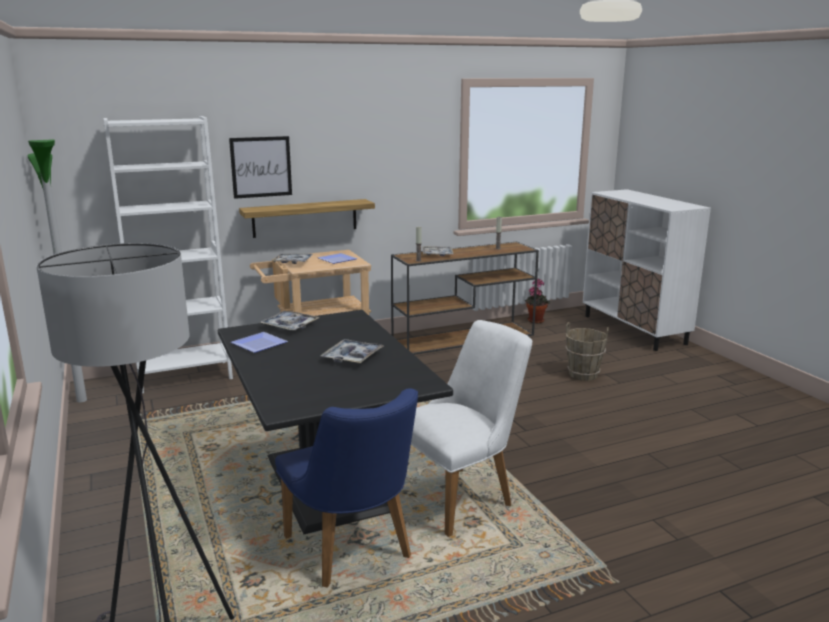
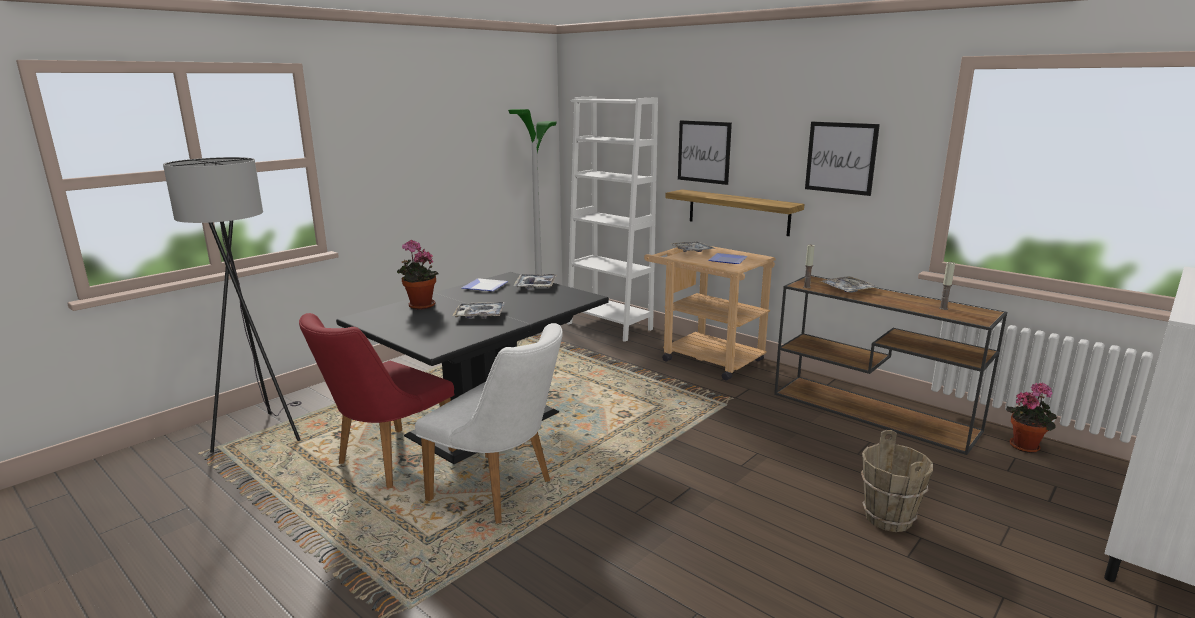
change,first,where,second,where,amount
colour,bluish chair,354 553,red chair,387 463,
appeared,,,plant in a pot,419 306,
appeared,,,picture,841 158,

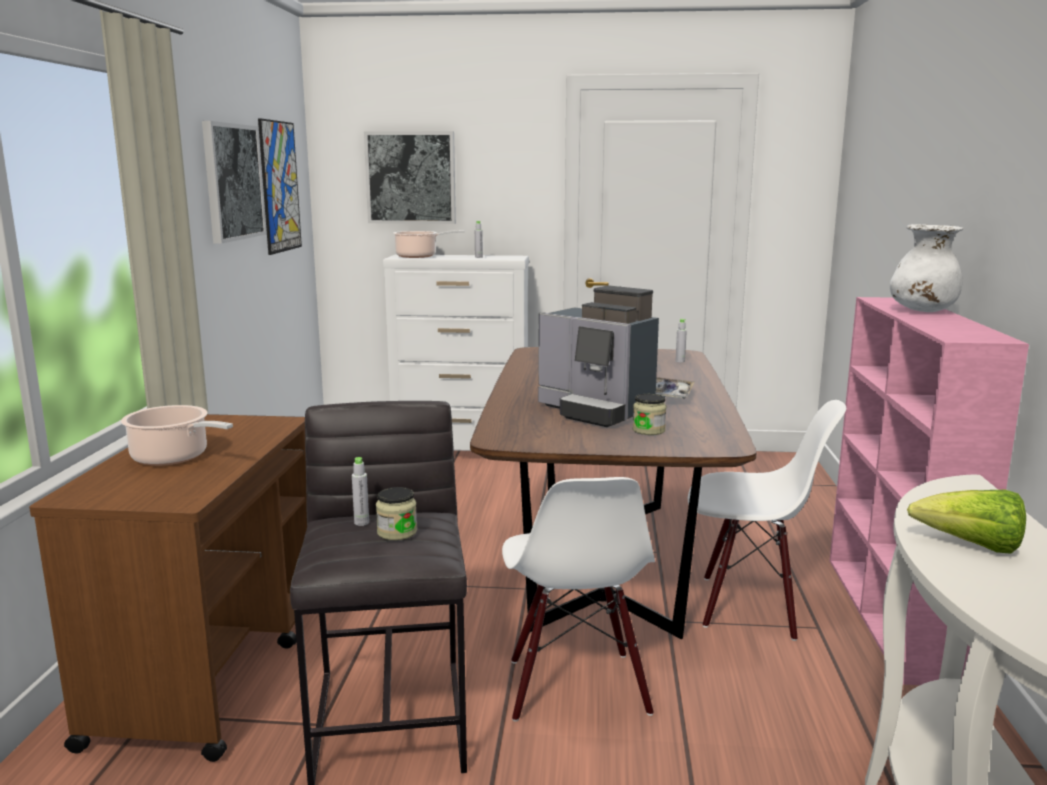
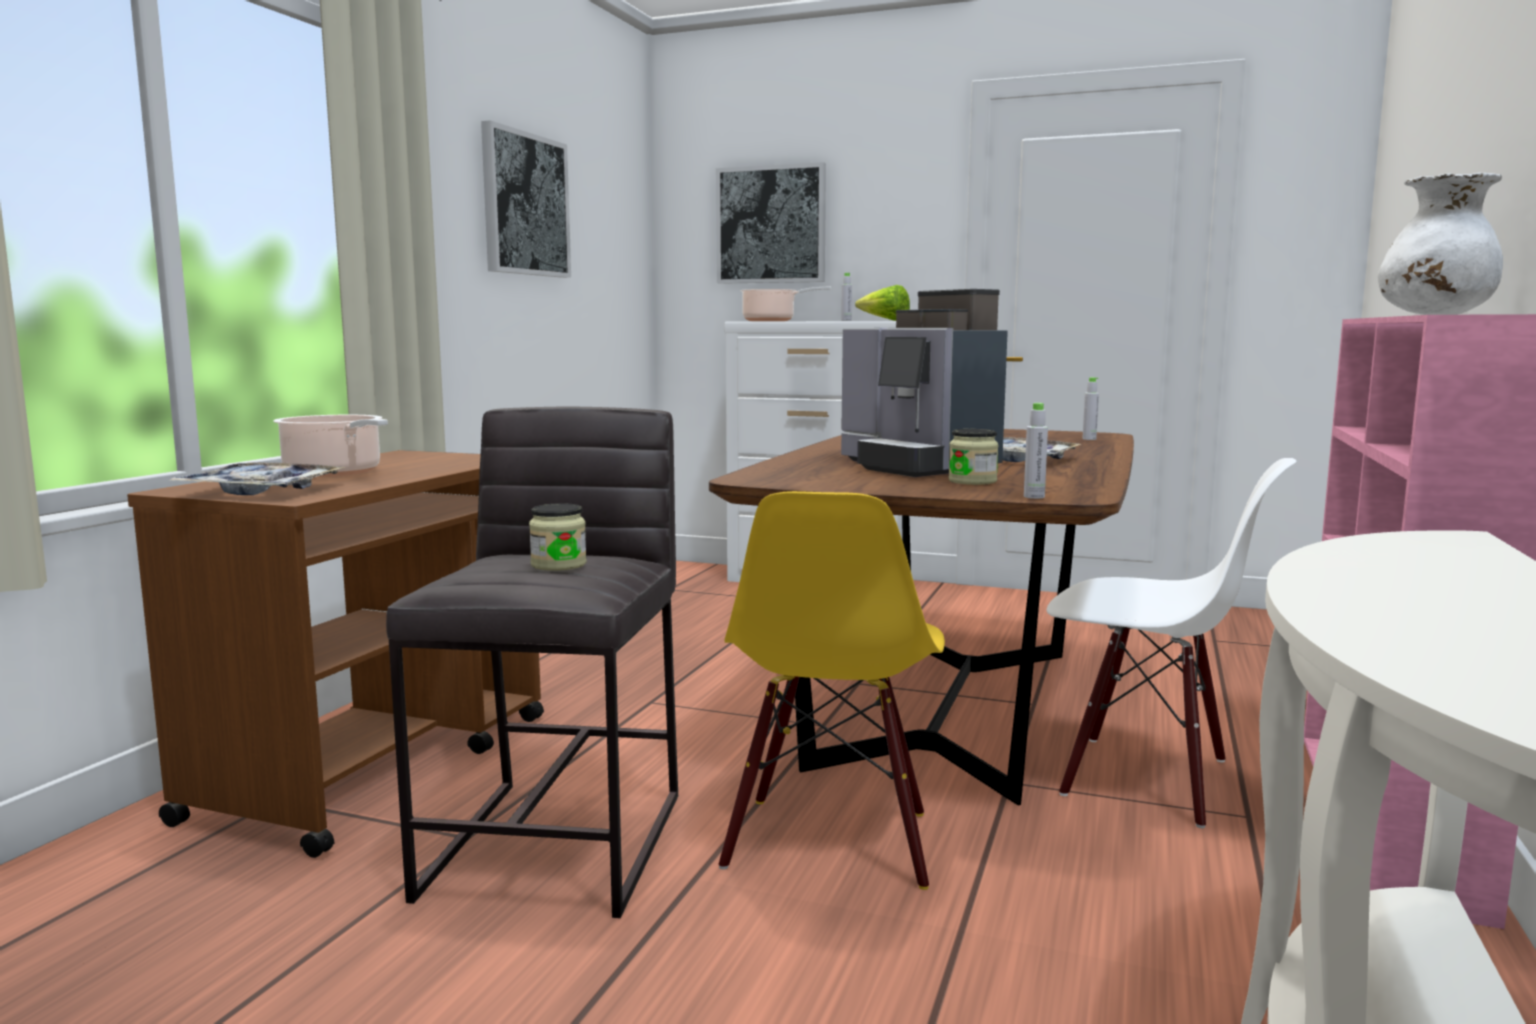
change,first,where,second,where,amount
missing,picture,280 186,,,
relocated,greyish bottle,361 522,,1034 497,
colour,whitish chair,576 687,yellowish chair,830 841,
relocated,lettuce head,971 546,,884 320,
appeared,,,tray,261 491,

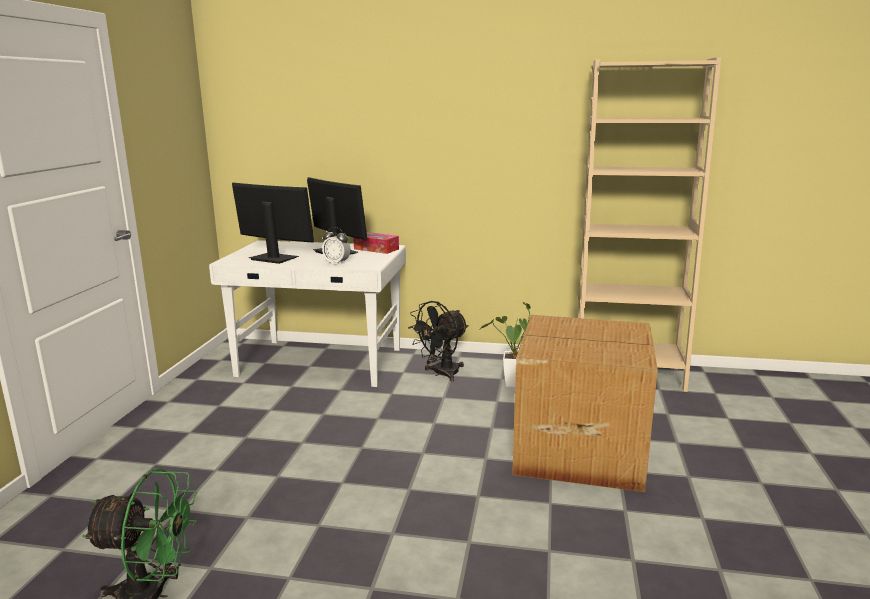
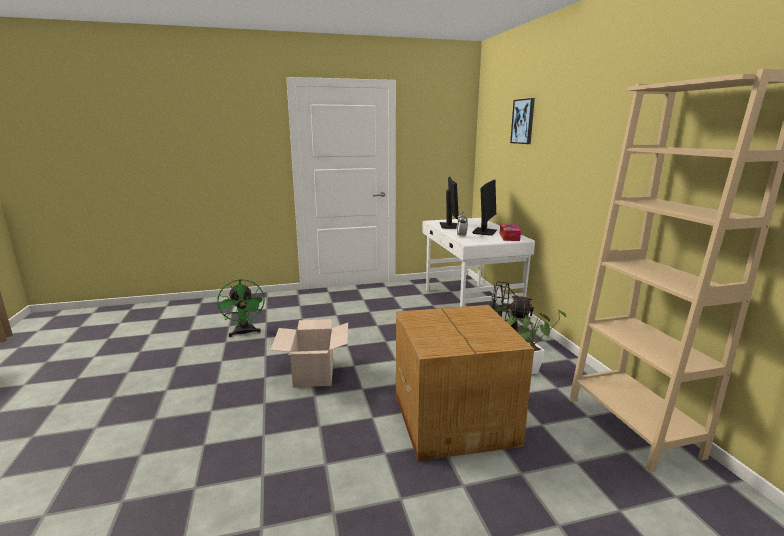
change,first,where,second,where,amount
appeared,,,carton,314 373,
appeared,,,picture,523 121,

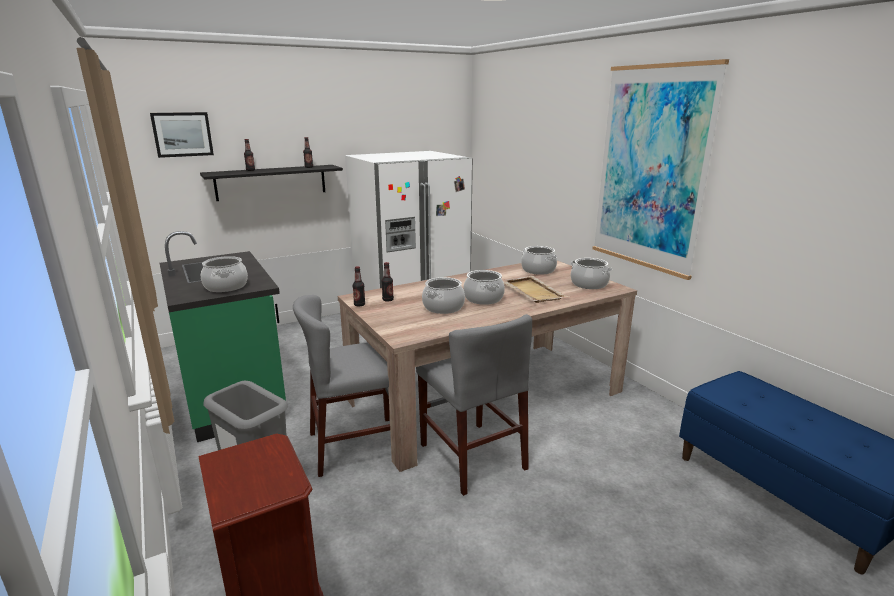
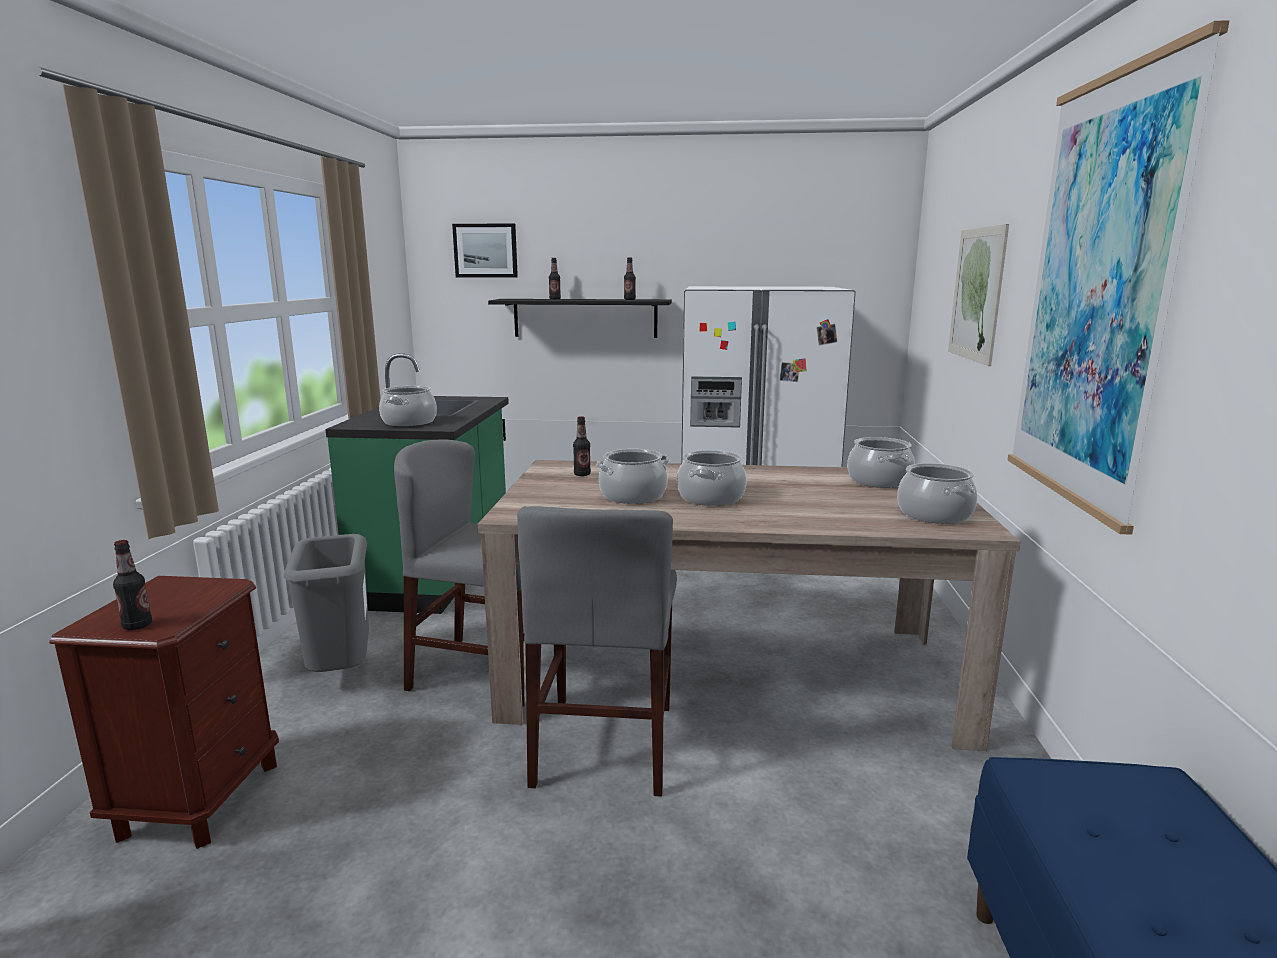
change,first,where,second,where,amount
relocated,bottle,359 305,,137 625,
missing,beige tray,532 291,,,
appeared,,,picture,976 294,

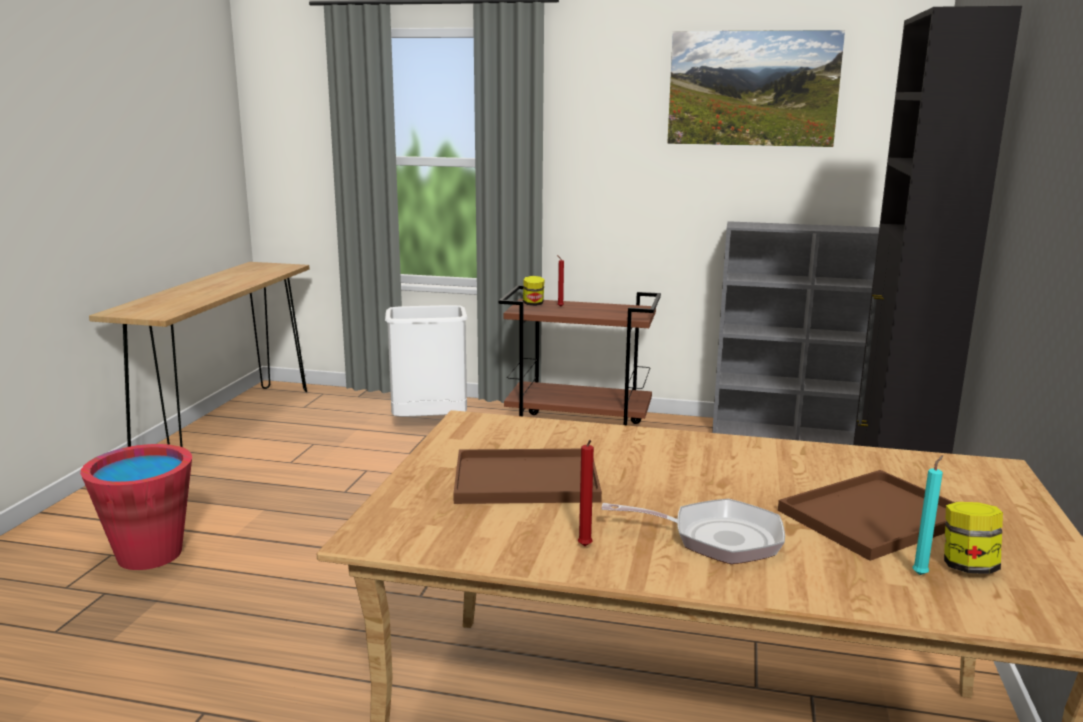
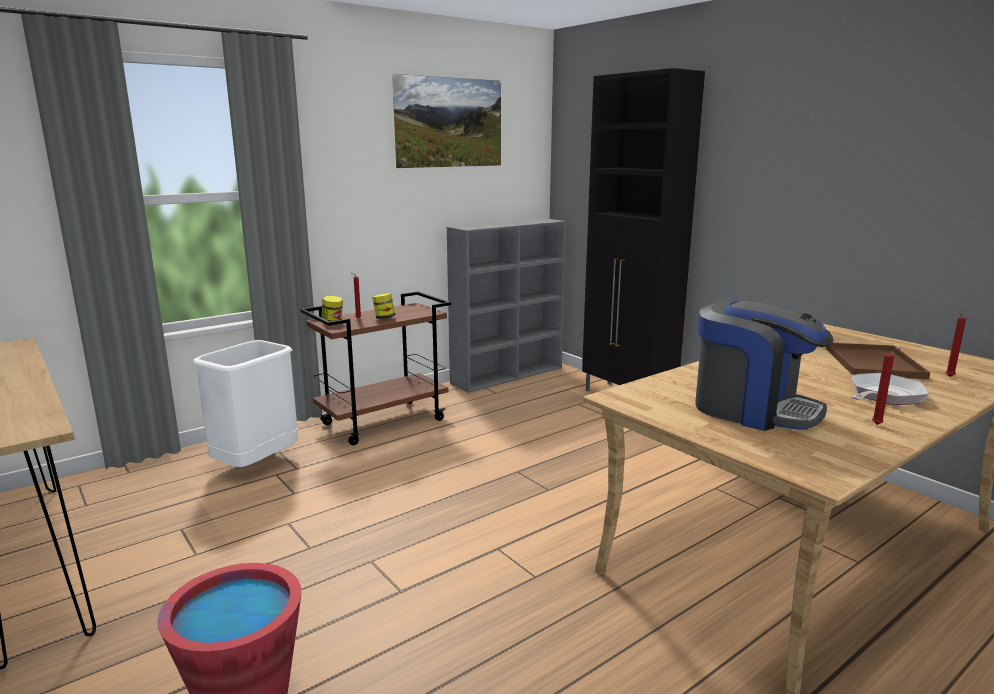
change,first,where,second,where,amount
exchanged,brown tray,529 478,coffee brewer,753 409,
colour,turquoise wax candle,921 574,red wax candle,948 376,
relocated,storage jar,967 567,,384 318,

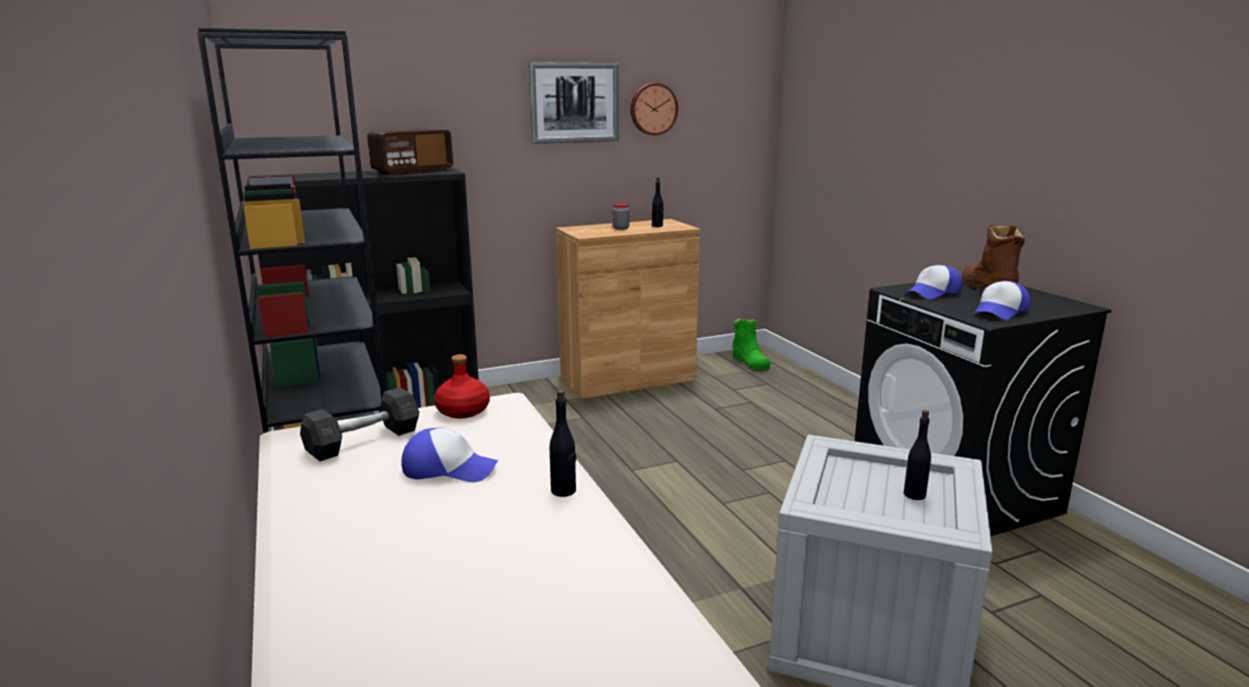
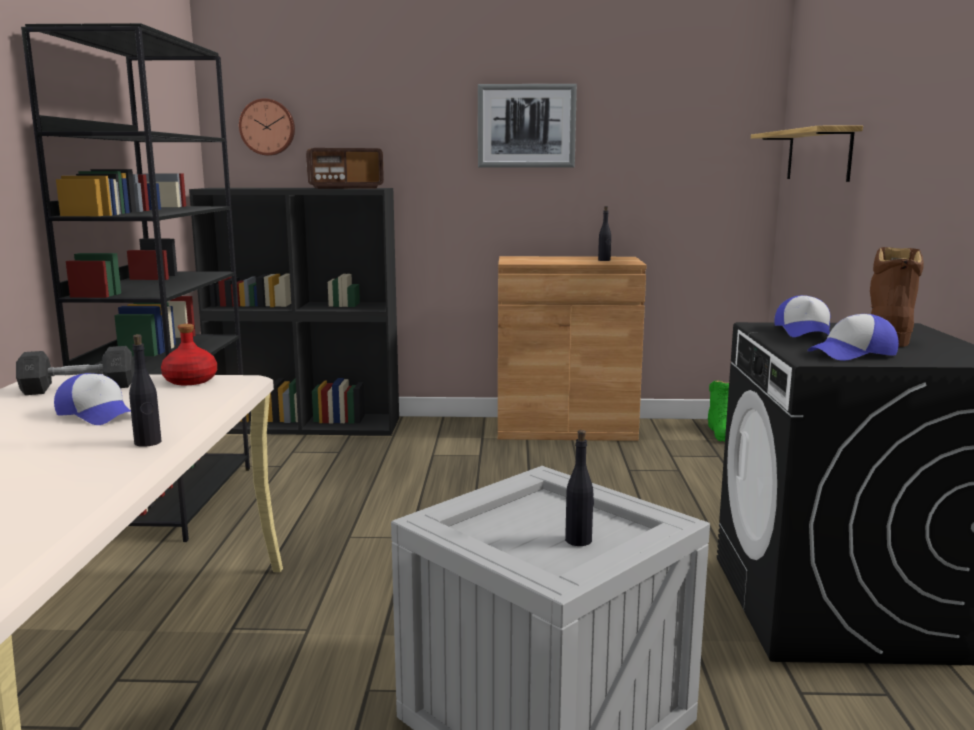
change,first,where,second,where,amount
missing,storage jar,621 228,,,
relocated,wall clock,653 109,,267 127,
spun,peaked cap,933 293,,804 332,75 degrees counterclockwise
appeared,,,wall shelf,818 155,

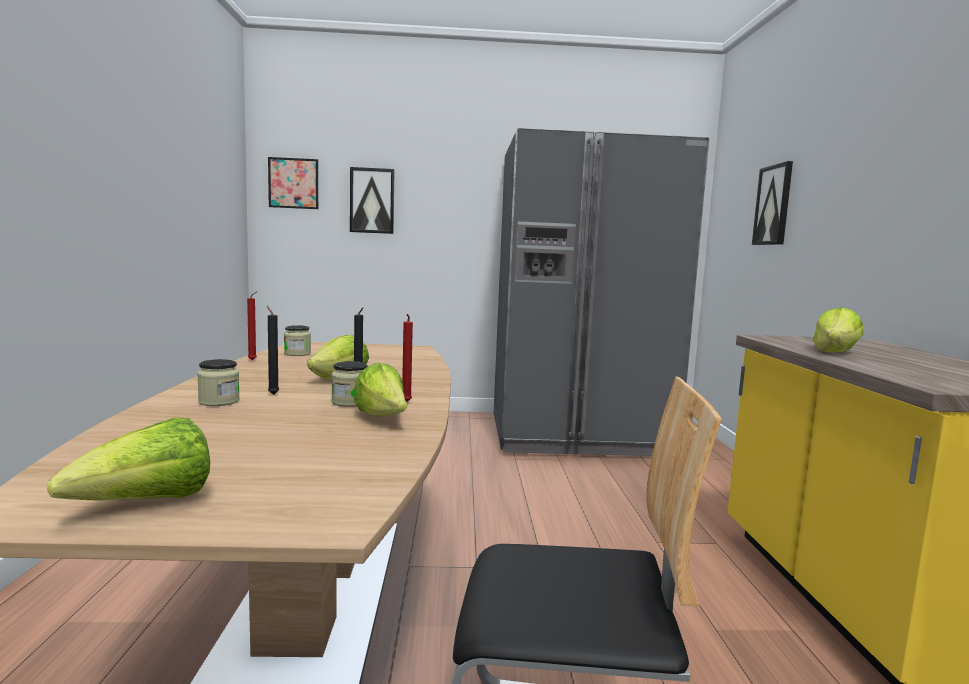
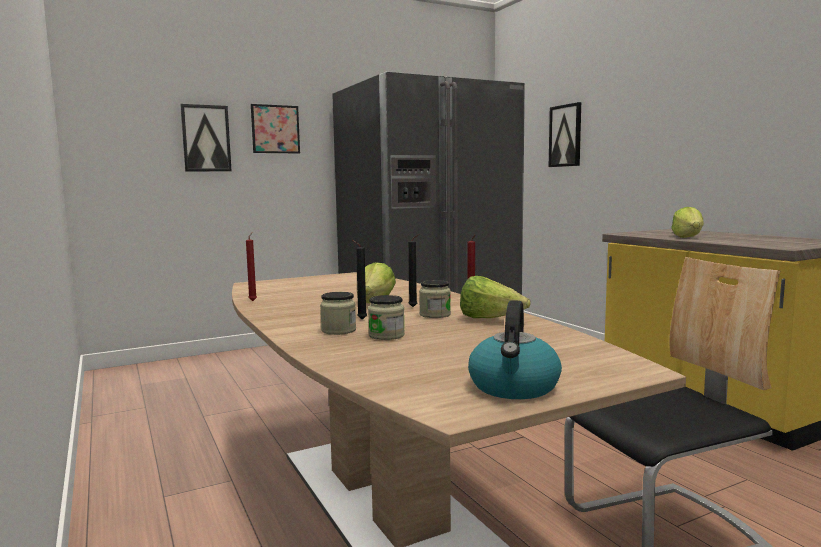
change,first,where,second,where,amount
exchanged,lettuce head,147 504,tea kettle,514 387,
relocated,picture,293 183,,275 129,
relocated,storage jar,297 354,,386 335,

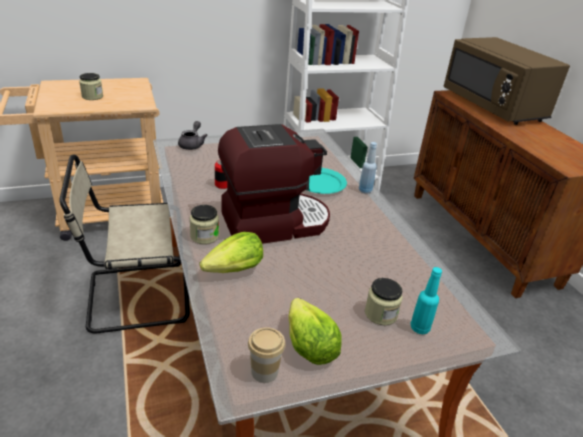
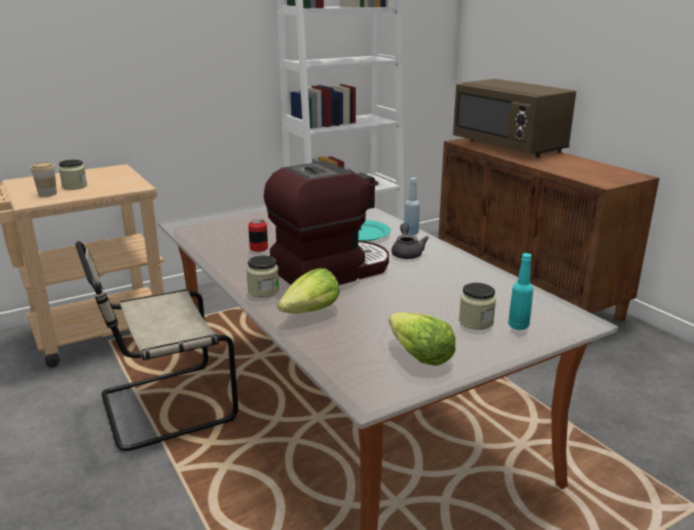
change,first,where,second,where,amount
relocated,greyish teapot,192 144,,407 253,
relocated,small cup,264 371,,47 194,

